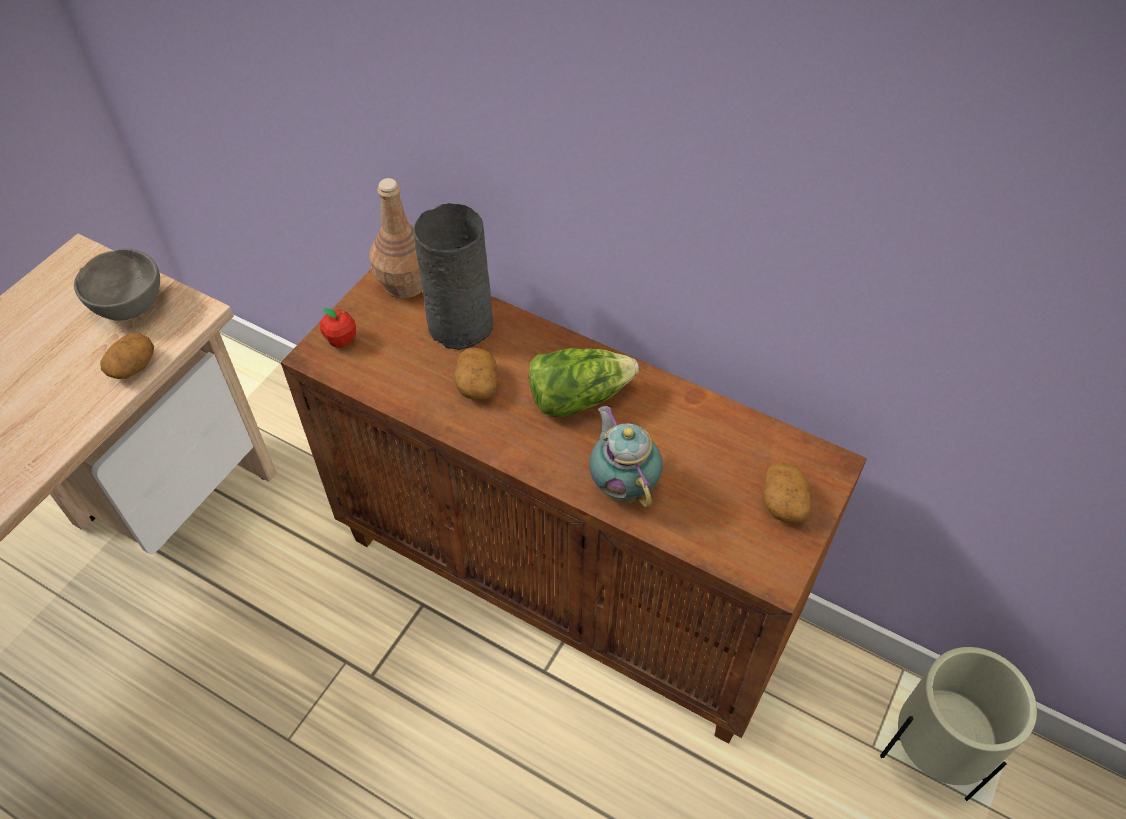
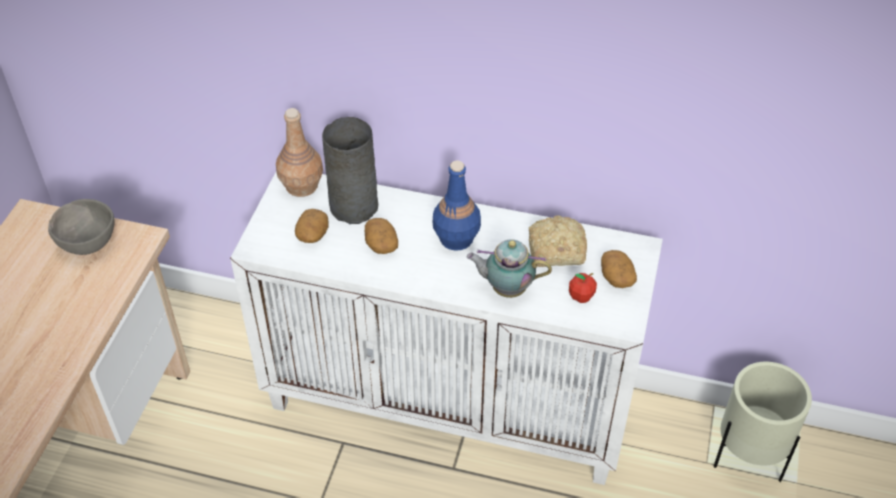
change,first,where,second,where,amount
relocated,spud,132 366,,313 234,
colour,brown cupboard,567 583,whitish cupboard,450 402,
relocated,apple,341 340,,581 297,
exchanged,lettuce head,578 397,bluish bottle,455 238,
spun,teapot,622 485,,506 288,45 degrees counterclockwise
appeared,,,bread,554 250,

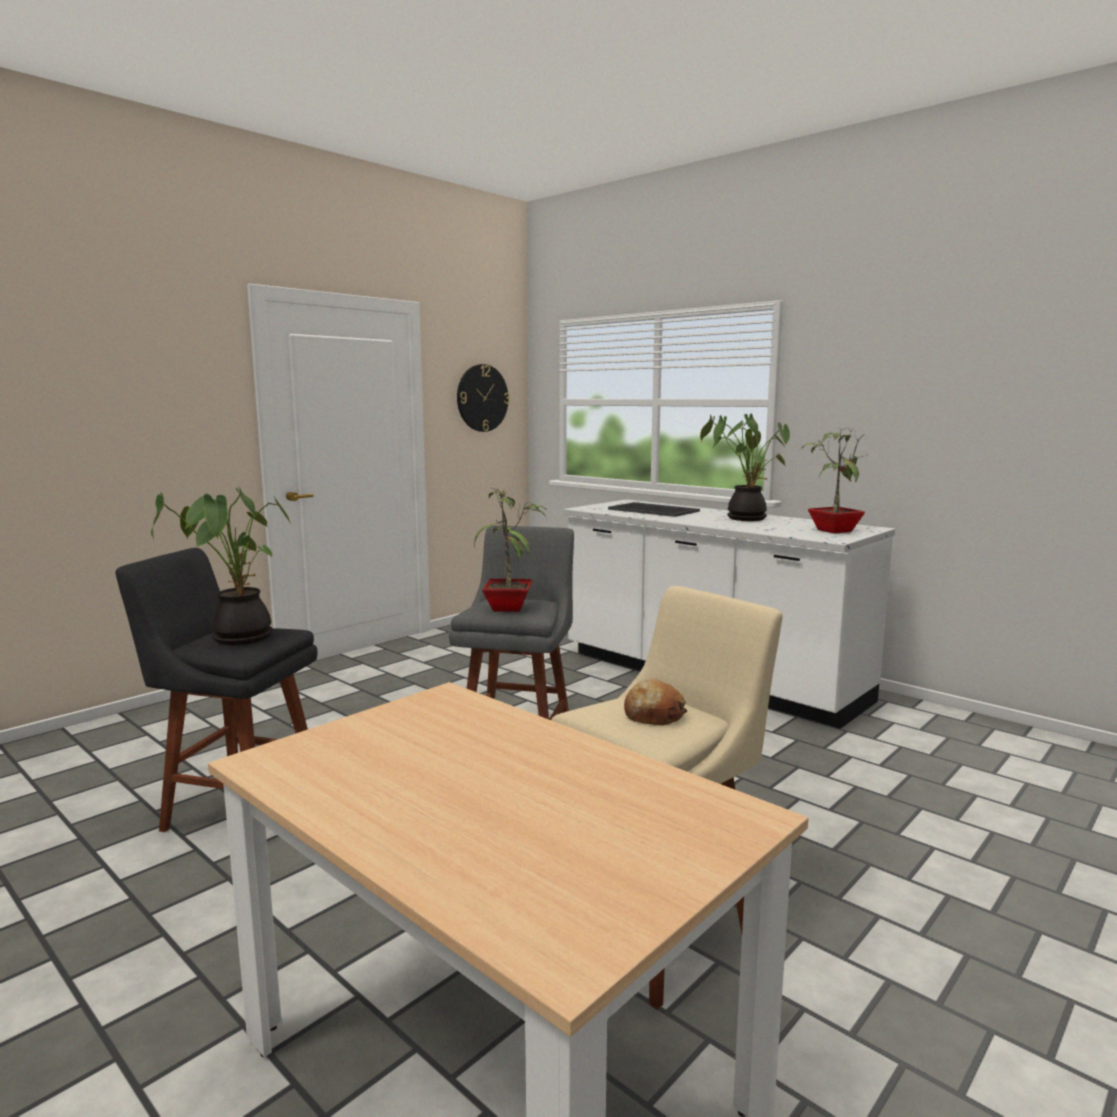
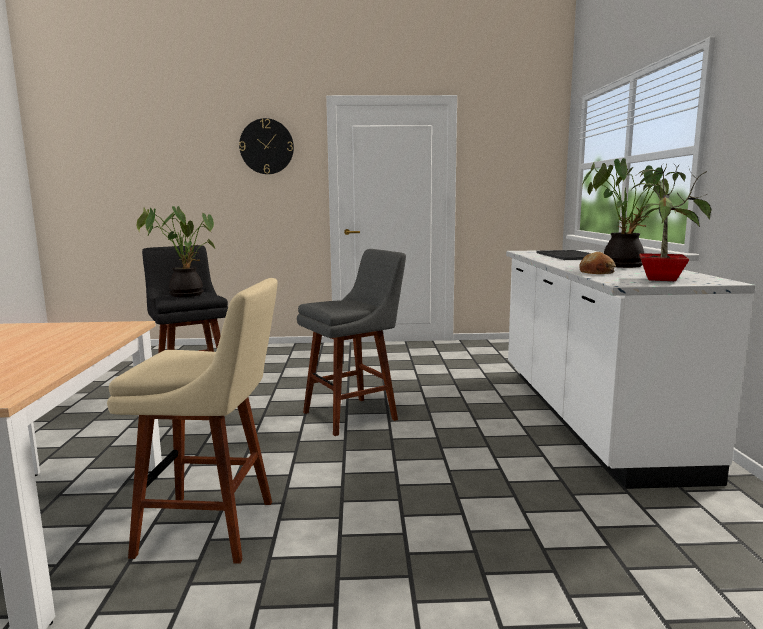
change,first,where,second,where,amount
relocated,wall clock,482 398,,266 146,
missing,plant in a pot,510 608,,,
relocated,bread,654 715,,597 272,

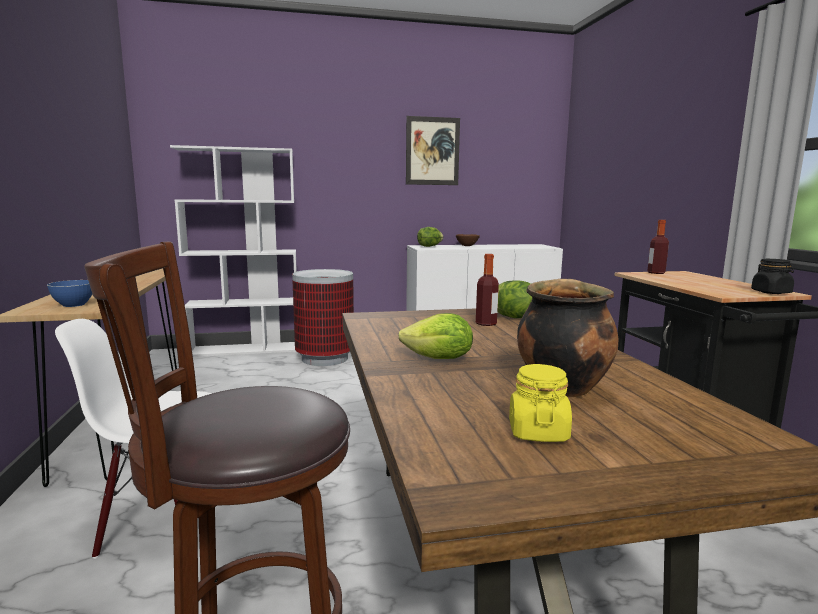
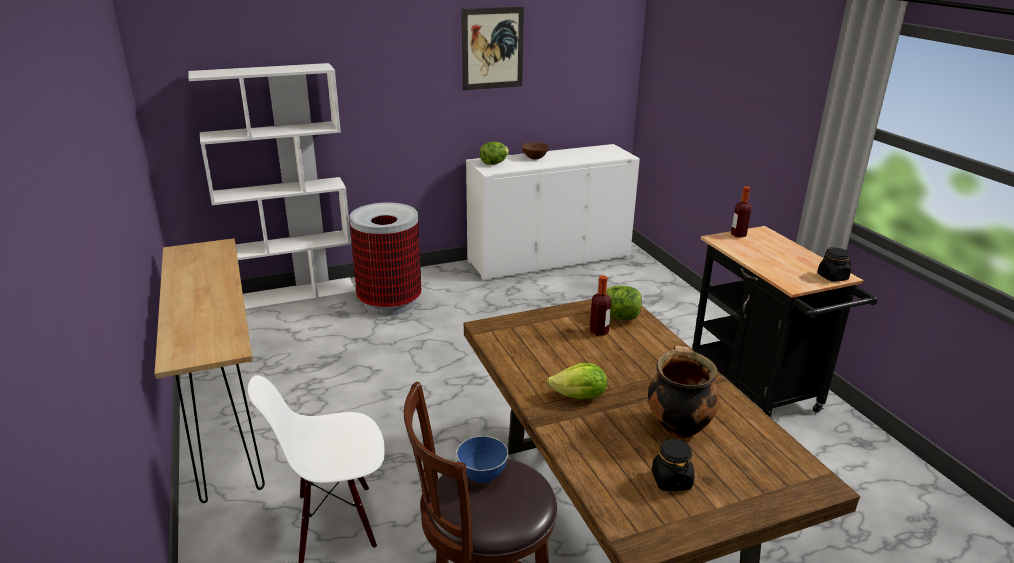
change,first,where,second,where,amount
relocated,bluish deep dish,74 305,,482 475,
colour,yellowish storage jar,537 432,blackish storage jar,671 480,

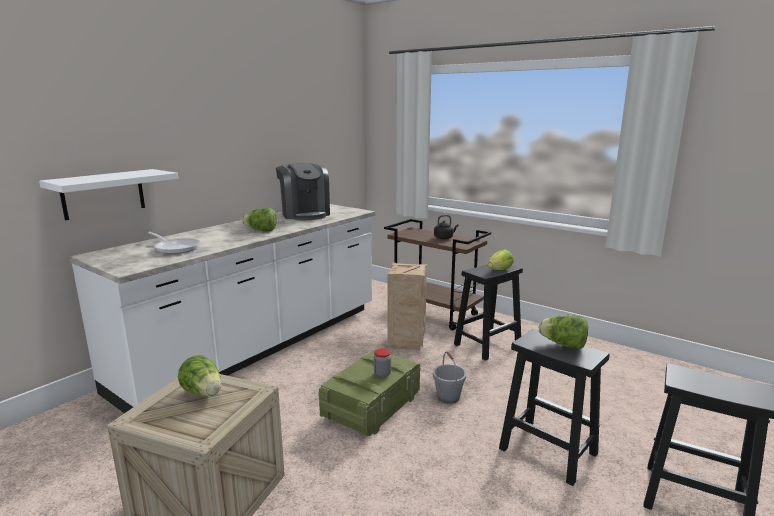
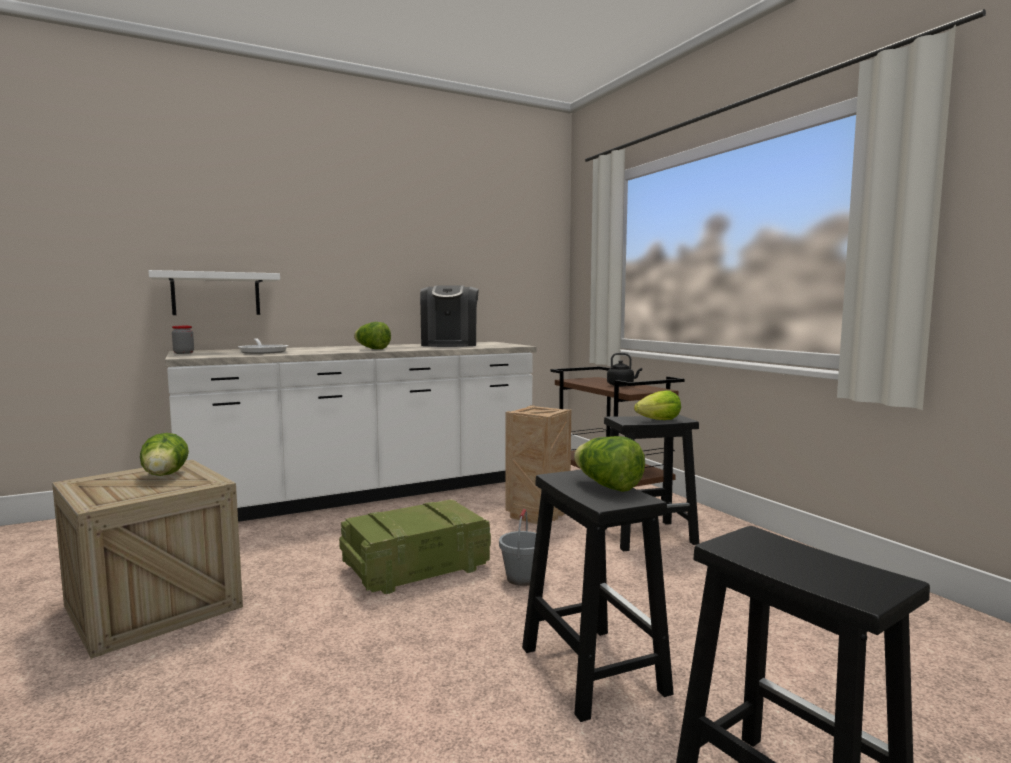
change,first,where,second,where,amount
relocated,storage jar,382 374,,183 353,

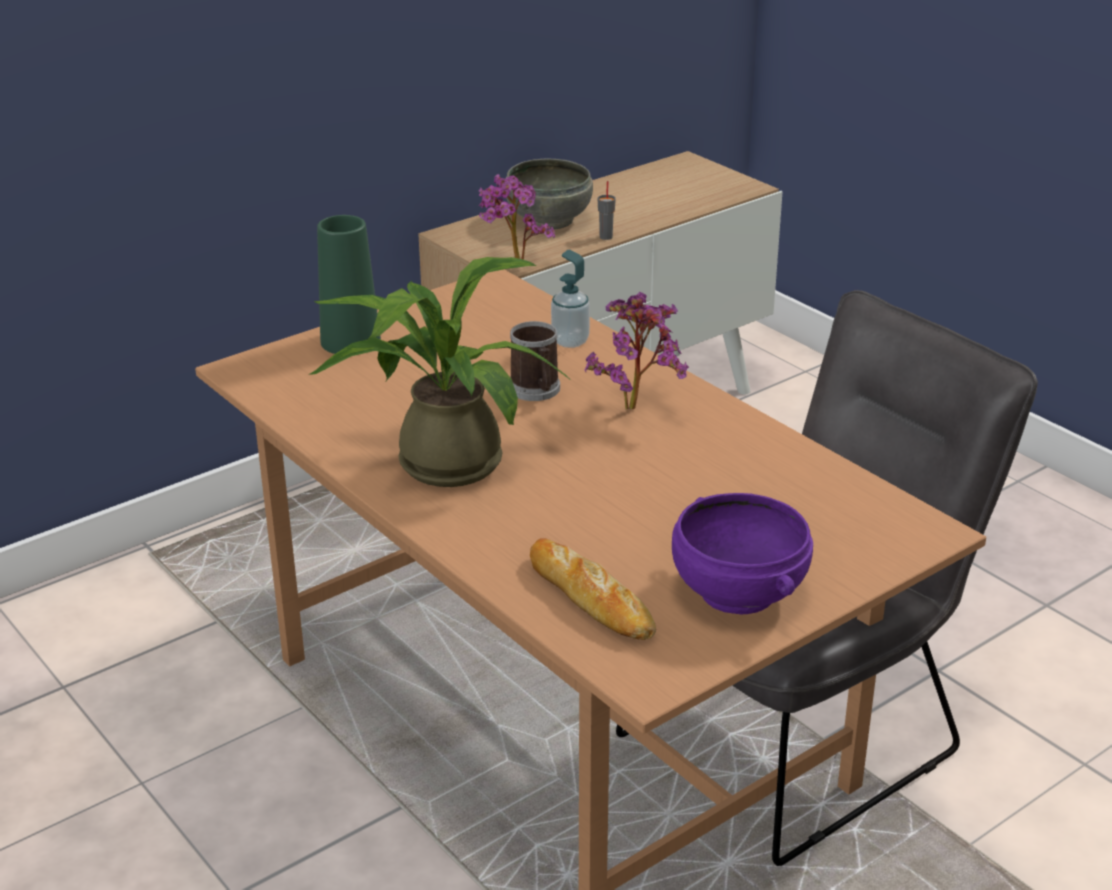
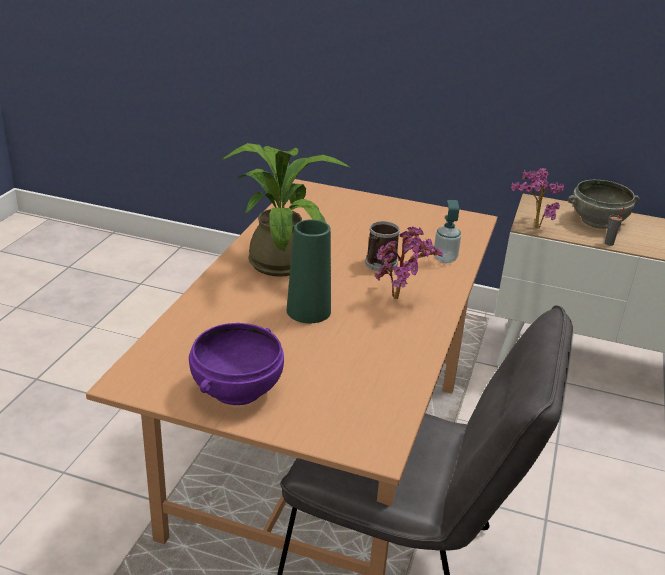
change,first,where,second,where,amount
relocated,greenish flower vase,350 341,,308 311,
missing,bread,590 598,,,

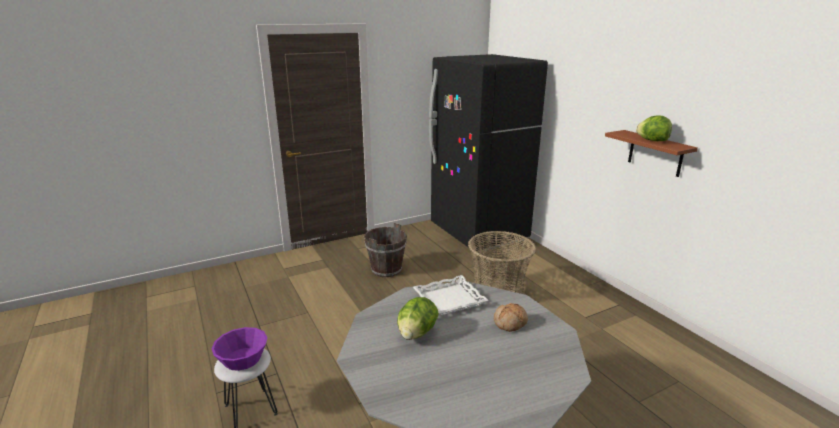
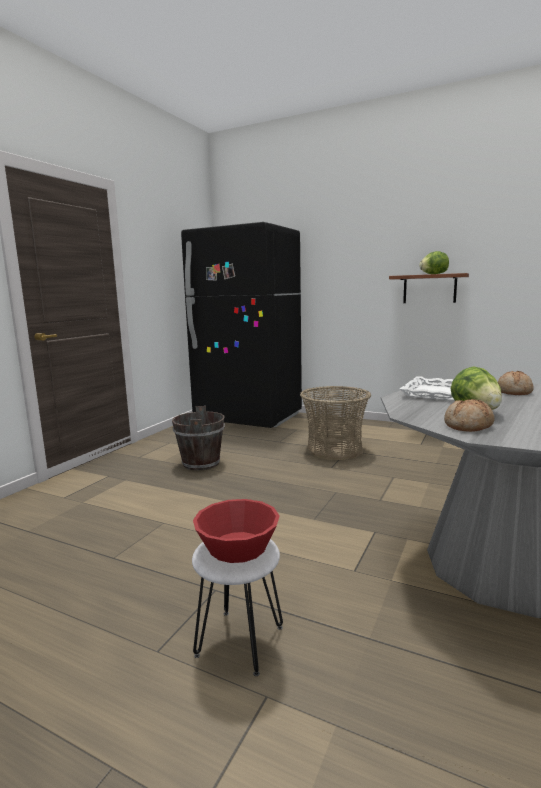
change,first,where,second,where,amount
colour,purple deep dish,242 358,red deep dish,238 546,
appeared,,,bread,469 426,

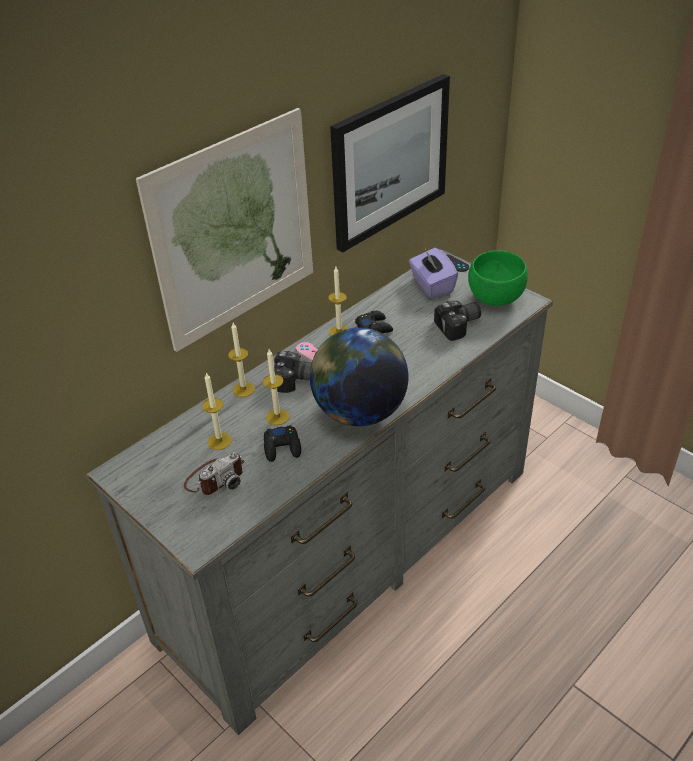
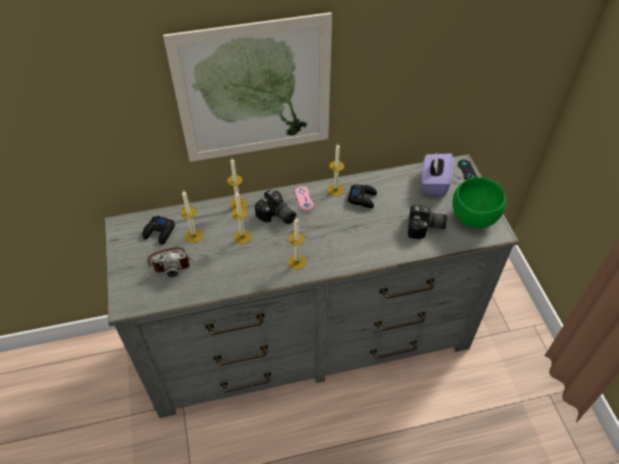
change,first,where,second,where,amount
relocated,blackish joypad,282 447,,160 232,
exchanged,globe,359 412,wax candle,297 262,
missing,picture,389 161,,,

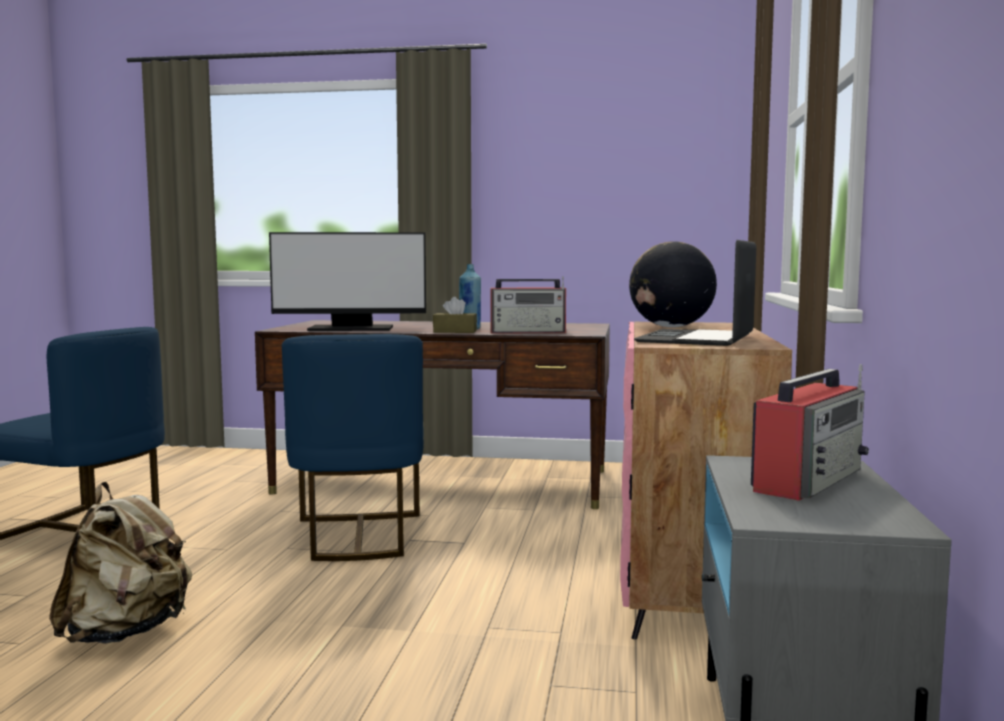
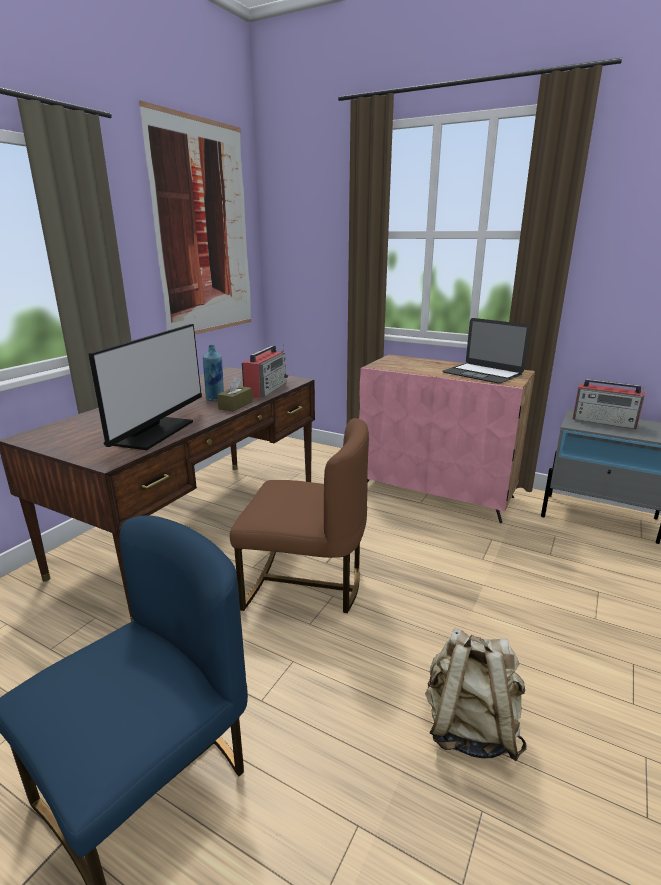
change,first,where,second,where,amount
colour,bluish chair,358 536,brown chair,305 584,
missing,globe,671 327,,,
spun,radio receiver,808 480,,605 422,150 degrees clockwise
appeared,,,picture,204 230,

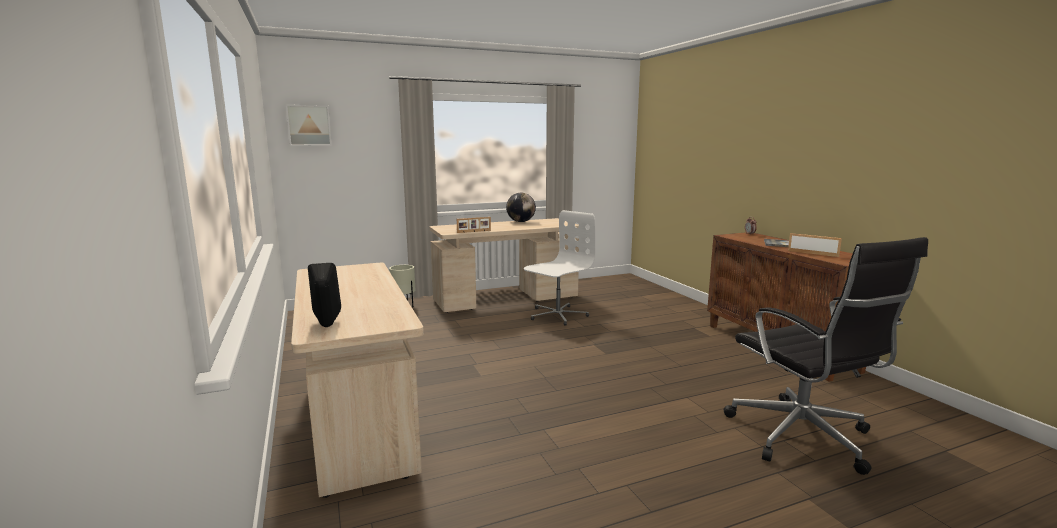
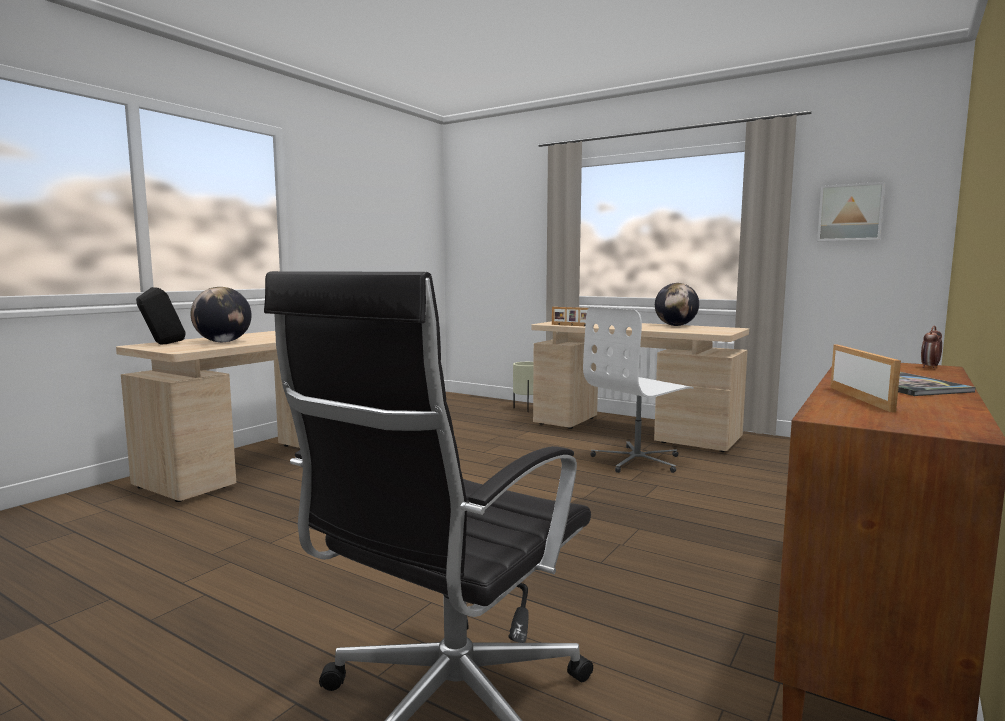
change,first,where,second,where,amount
relocated,picture,309 125,,850 212,
spun,whitish desk chair,557 315,,638 460,135 degrees clockwise
appeared,,,globe,223 342,

